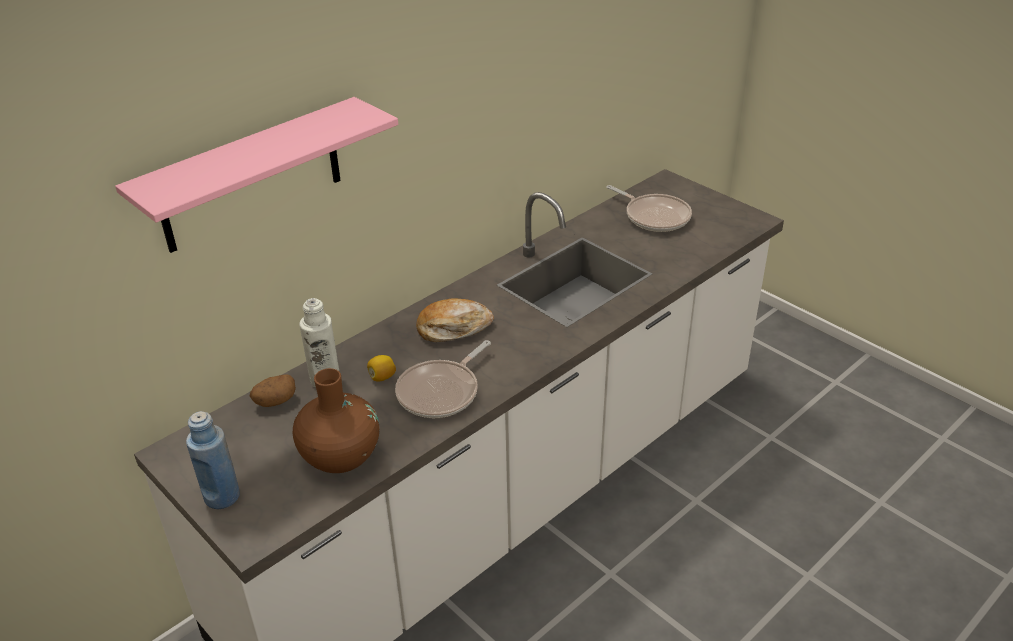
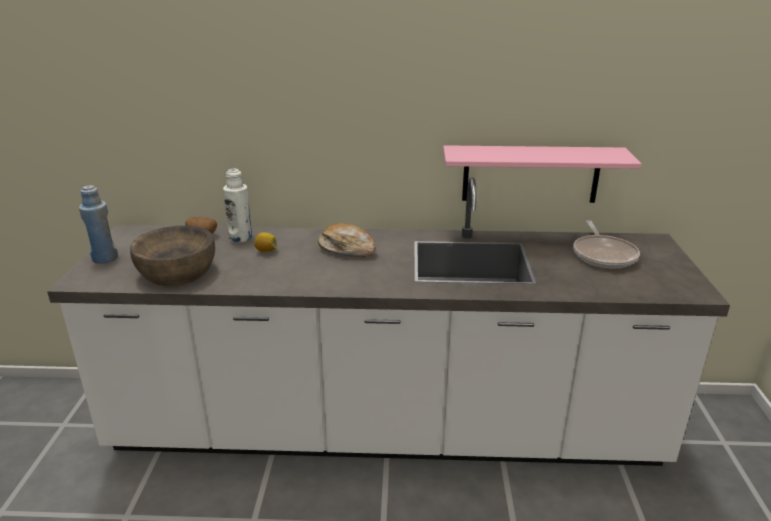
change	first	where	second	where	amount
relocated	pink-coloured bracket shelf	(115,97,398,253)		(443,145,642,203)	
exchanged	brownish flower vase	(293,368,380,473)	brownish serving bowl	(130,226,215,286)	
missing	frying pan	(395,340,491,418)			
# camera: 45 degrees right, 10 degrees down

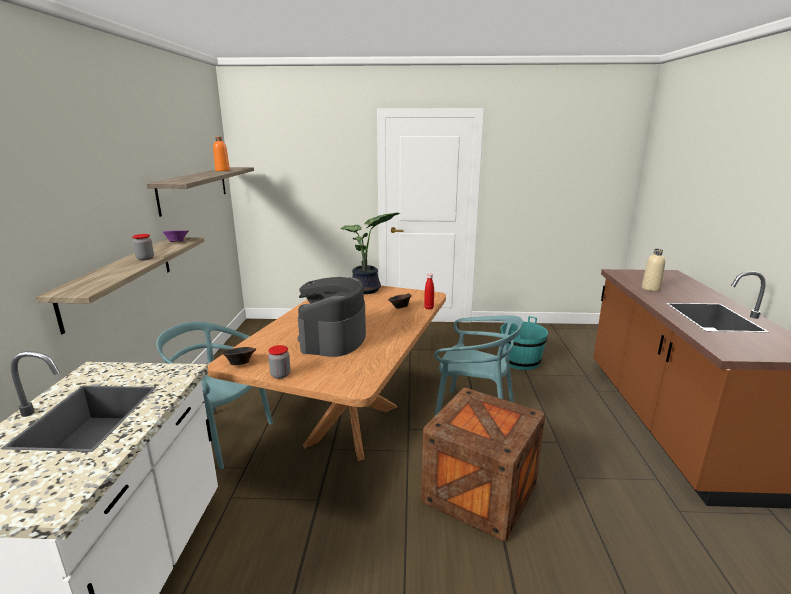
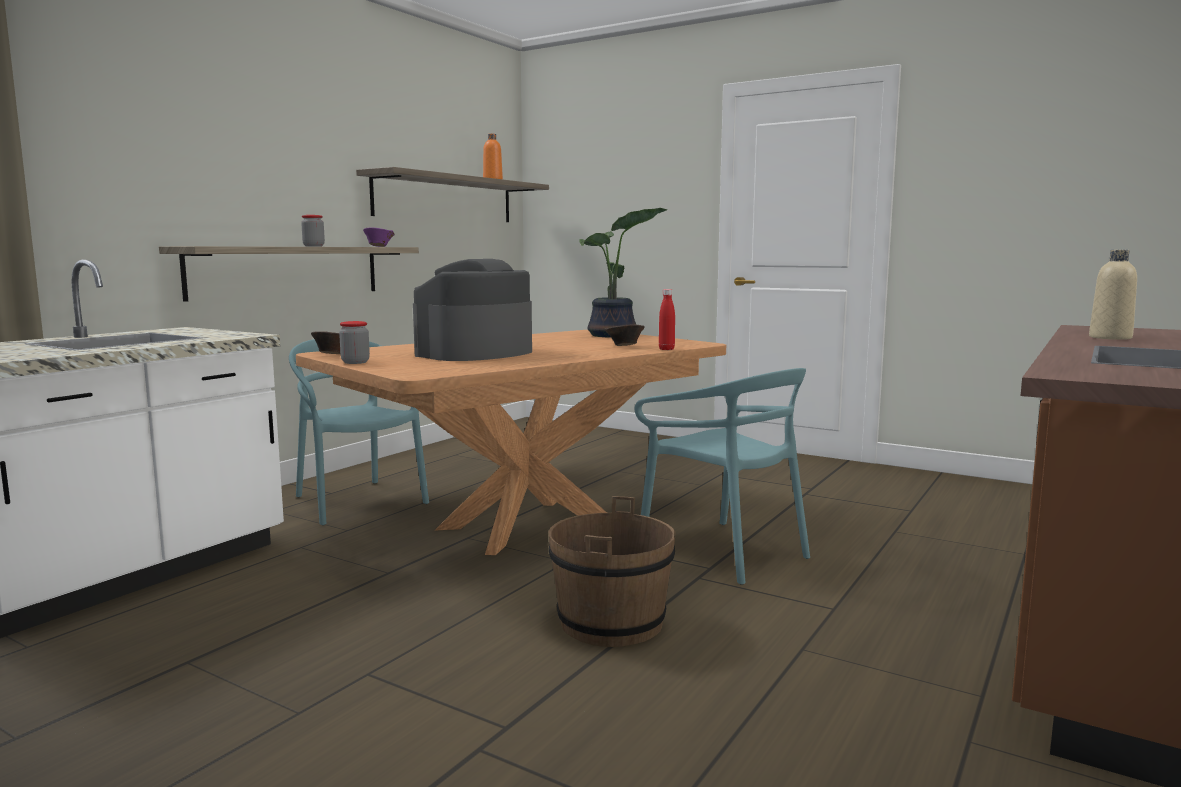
change	first	where	second	where	amount
exchanged	packing crate	(421,388,545,542)	brownish water bucket	(549,496,675,647)	
missing	blue-green water bucket	(500,316,548,370)			
# camera: 30 degrees right, 10 degrees down

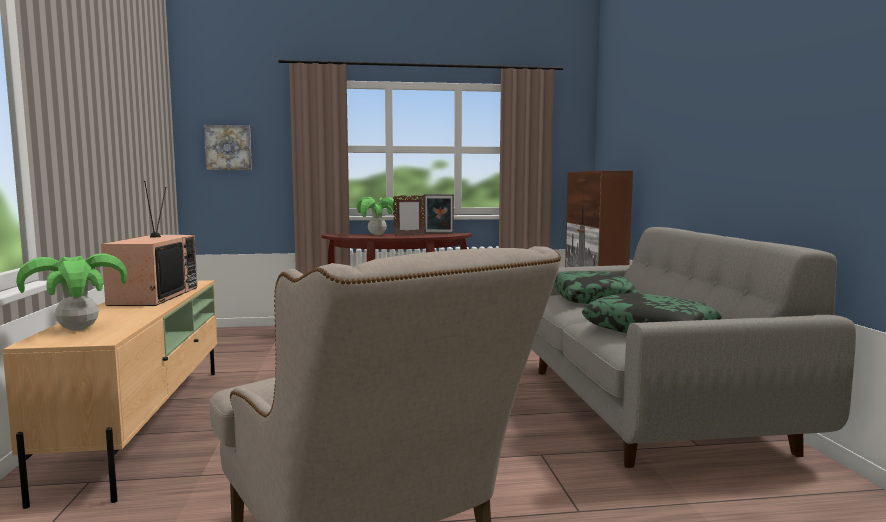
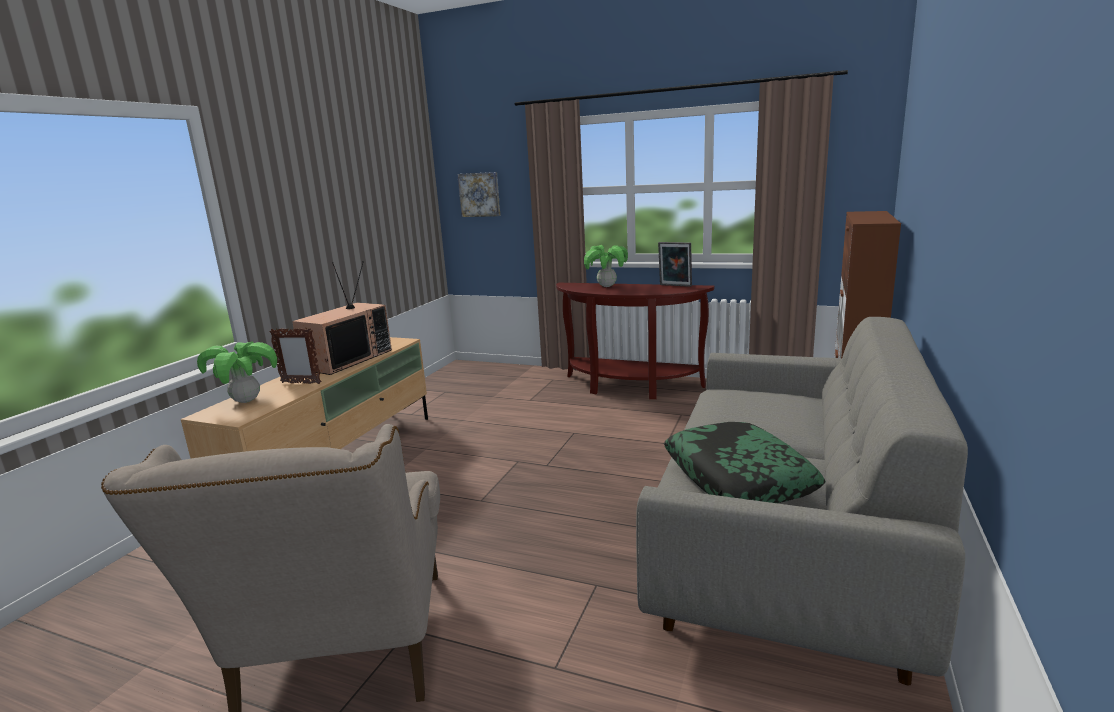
change	first	where	second	where	amount
relocated	standing frame	(392,195,425,236)		(269,328,322,384)	
missing	cushion	(554,271,638,304)			
# camera: 30 degrees right, 10 degrees up

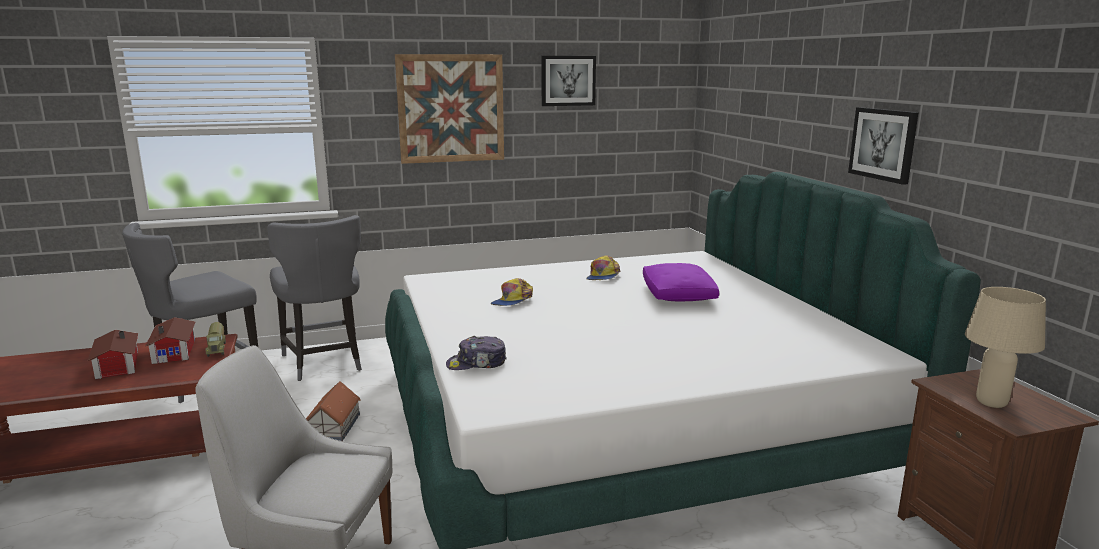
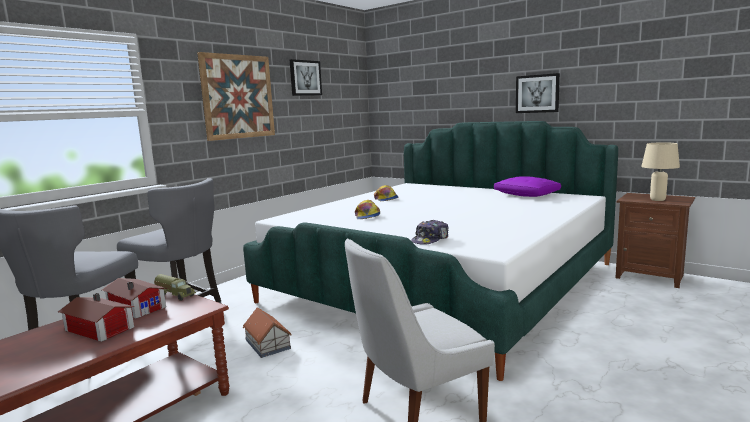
change	first	where	second	where	amount
relocated	purplish cushion	(643,263,719,302)		(494,176,561,197)	
# camera: 35 degrees left, 5 degrees down

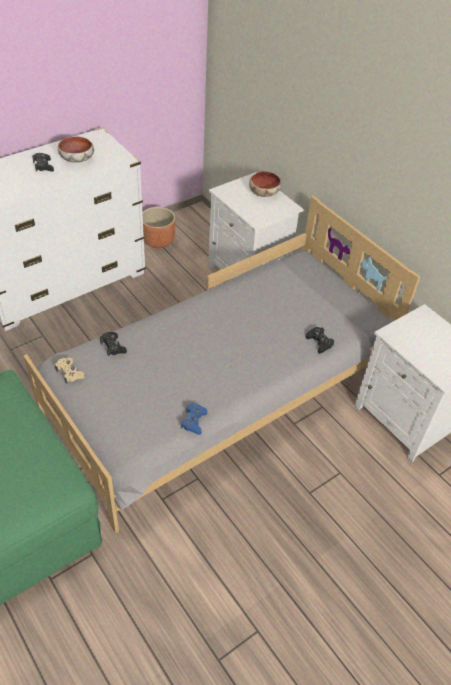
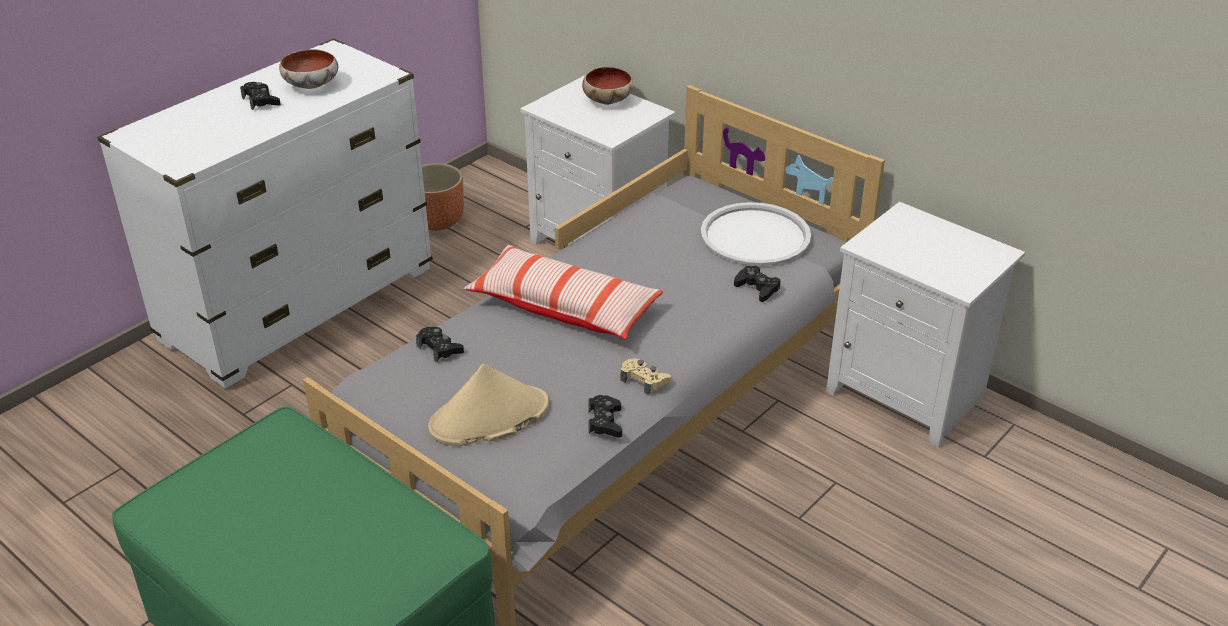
change	first	where	second	where	amount
relocated	sand-coloured gamepad	(55,357,85,384)		(620,358,671,395)	
colour	blue gamepad	(181,404,207,435)	black-coloured gamepad	(588,395,622,438)	
appeared			sand-coloured clothing hat	(428,364,549,446)	
appeared			cushion	(463,245,663,339)	
appeared			whitish tray	(701,202,811,266)	
# camera: 10 degrees left, 10 degrees down

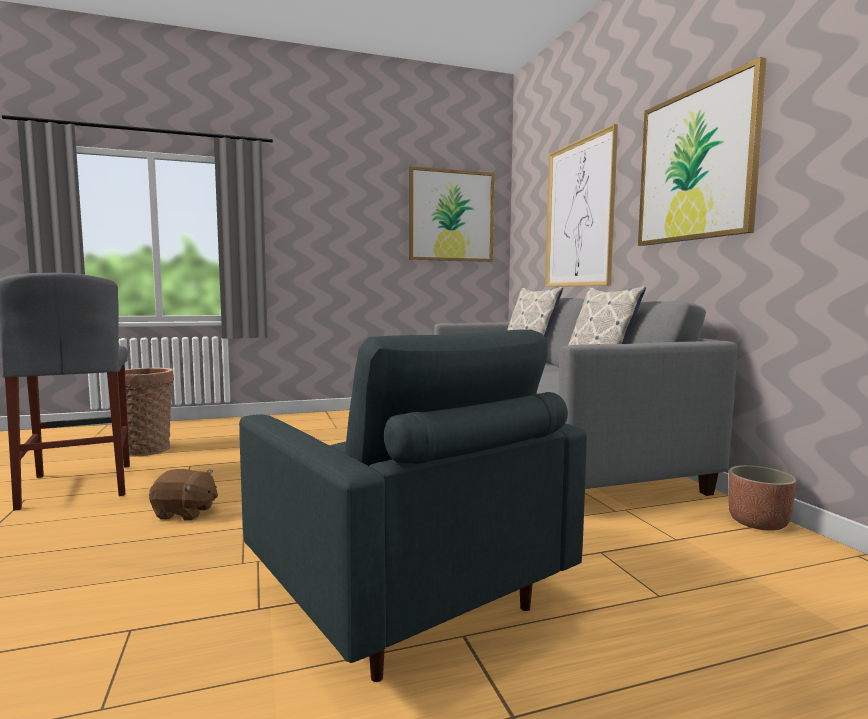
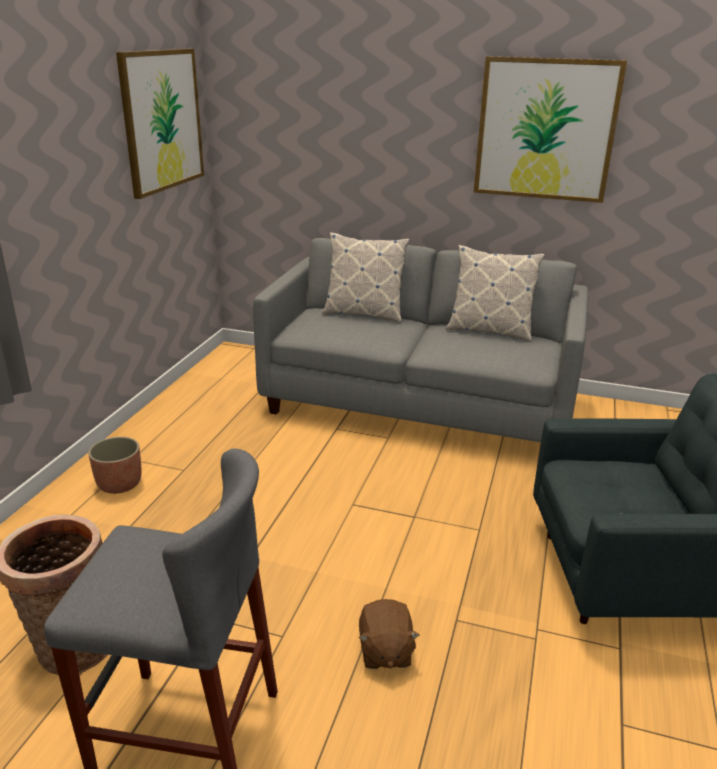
change	first	where	second	where	amount
spun	brownish soft toy	(149,469,218,520)		(359,599,420,669)	135 degrees clockwise
missing	wall picture	(545,124,618,287)			
relocated	planter	(728,465,796,531)		(88,437,141,494)	
# camera: 55 degrees left, 20 degrees up

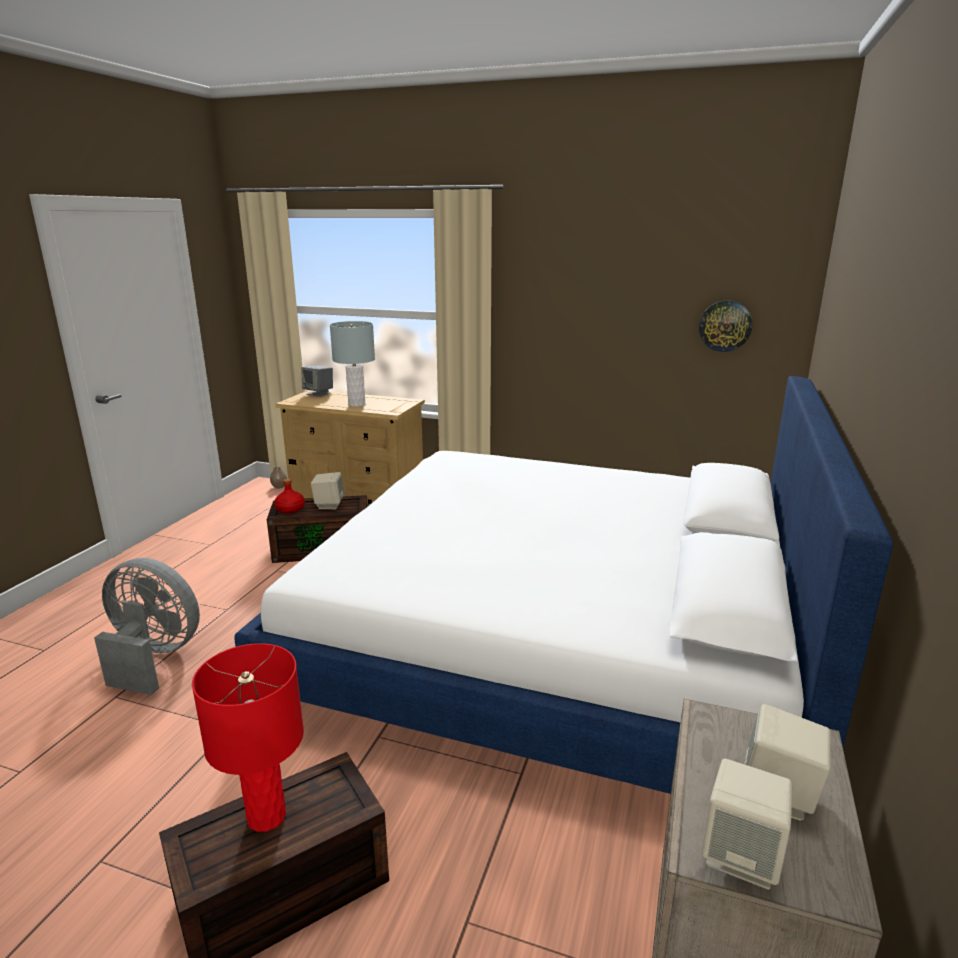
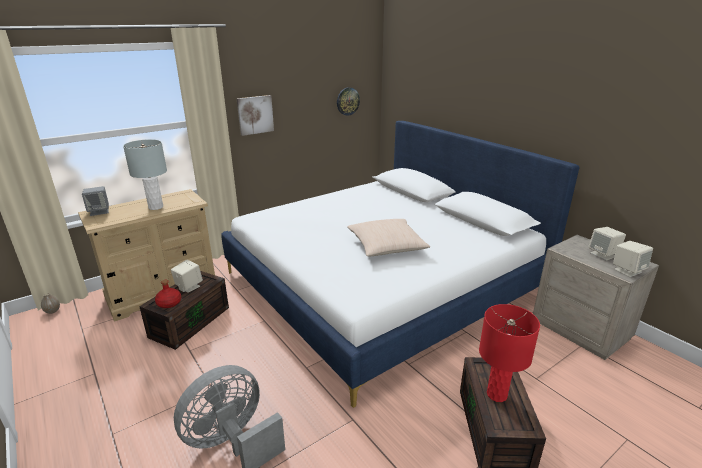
change	first	where	second	where	amount
appeared			wall picture	(237,95,274,136)	
appeared			sand-coloured cushion	(347,219,430,256)	
# camera: 55 degrees left, 5 degrees up

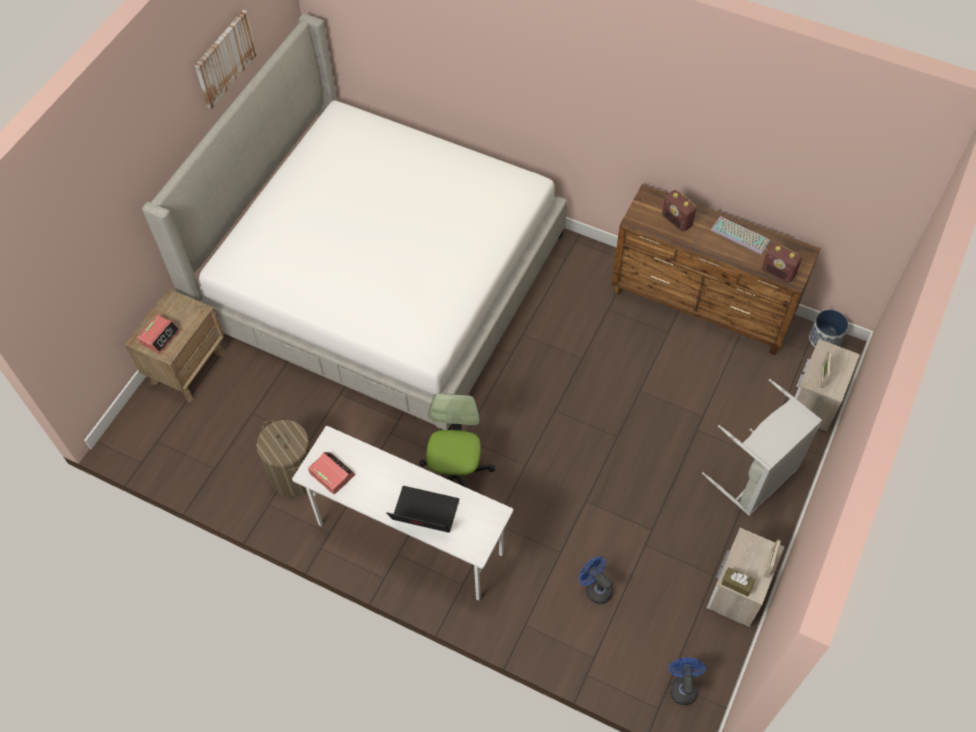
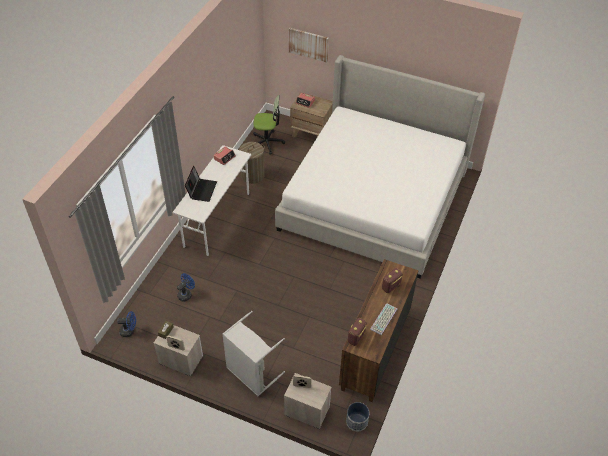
change	first	where	second	where	amount
relocated	wall picture	(195,10,257,109)		(289,28,329,62)	
relocated	desk chair	(419,393,495,488)		(253,95,285,154)	
# camera: 85 degrees right, 10 degrees down

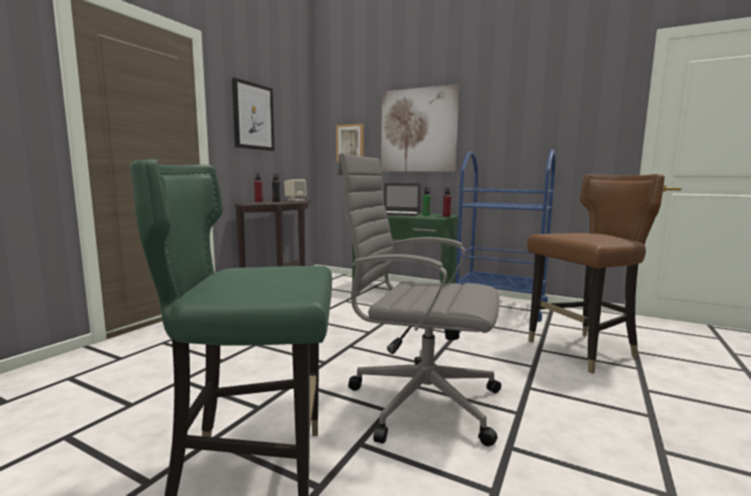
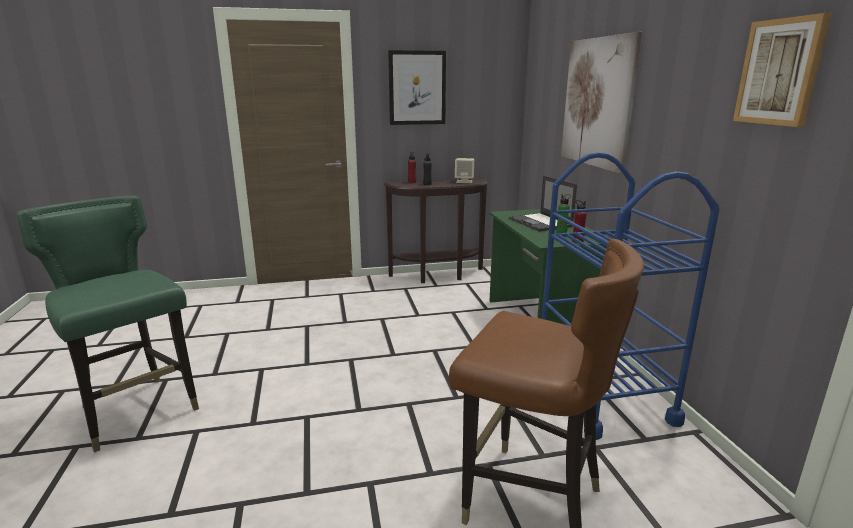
change	first	where	second	where	amount
relocated	wall picture	(336,124,364,163)		(733,13,831,127)	
missing	greyish desk chair	(337,153,501,446)			
# camera: 50 degrees right, 10 degrees up

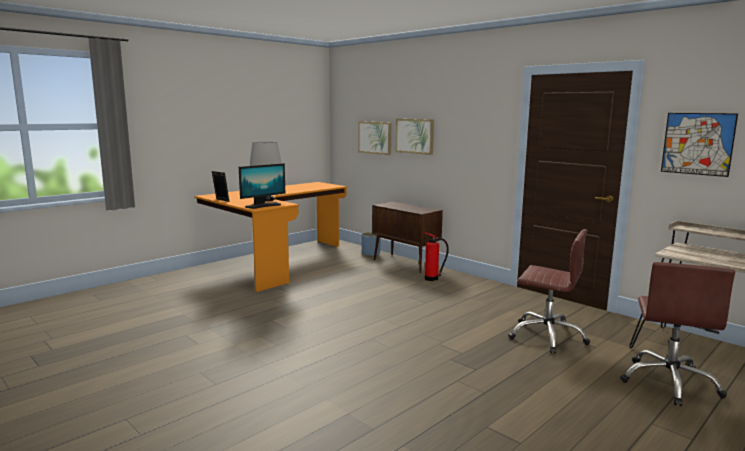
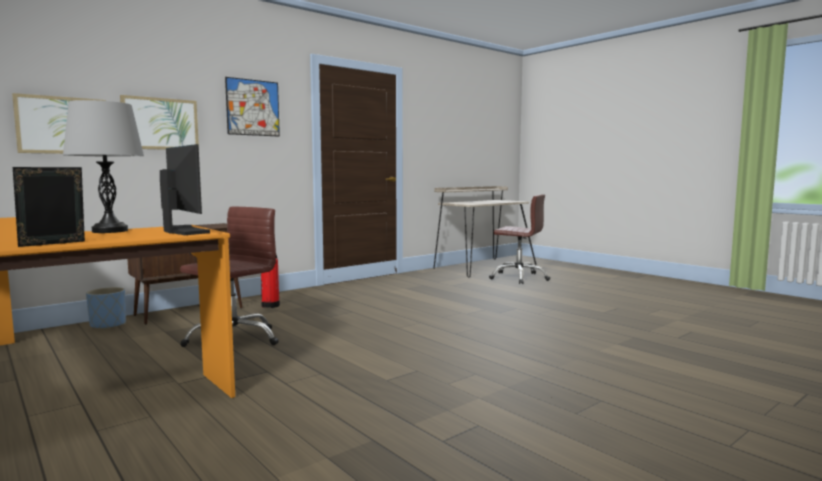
change	first	where	second	where	amount
relocated	brownish desk chair	(508,229,590,354)		(180,207,279,347)	
relocated	wall picture	(661,113,738,177)		(225,77,280,137)	
# camera: 85 degrees left, 5 degrees down

